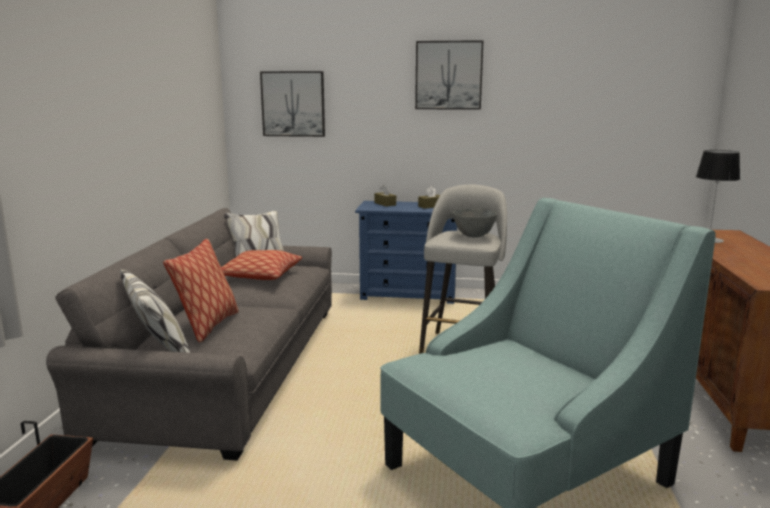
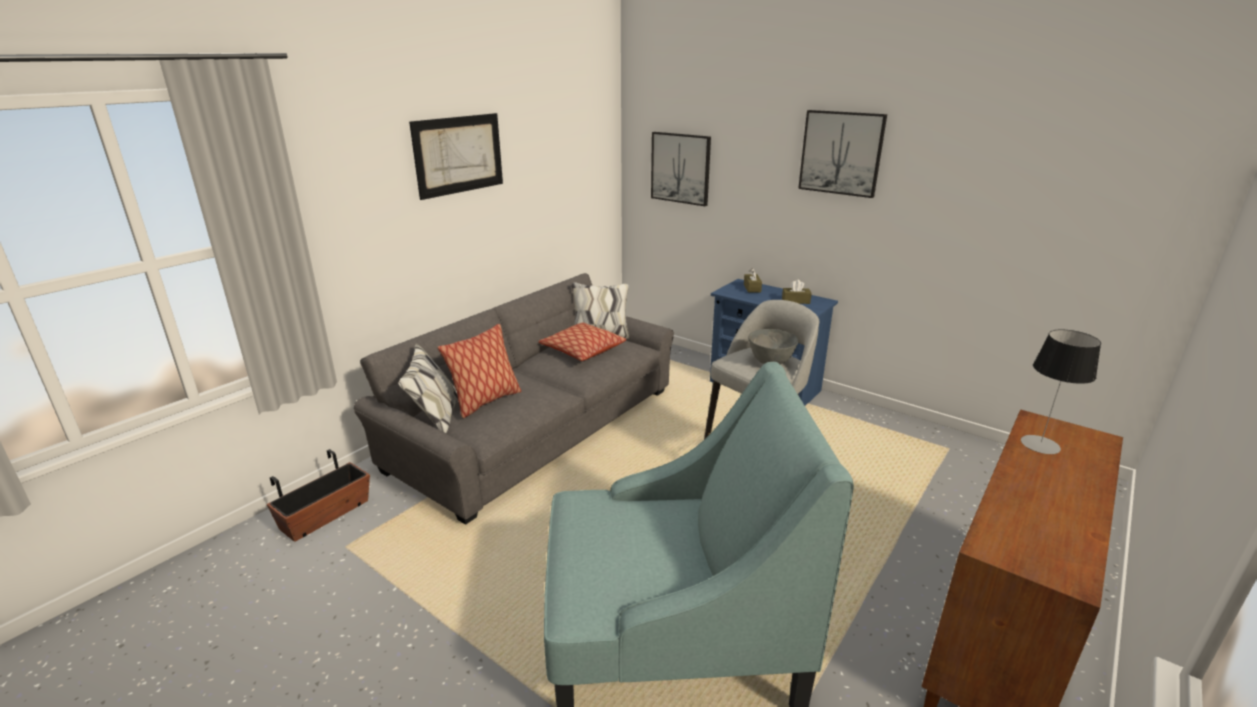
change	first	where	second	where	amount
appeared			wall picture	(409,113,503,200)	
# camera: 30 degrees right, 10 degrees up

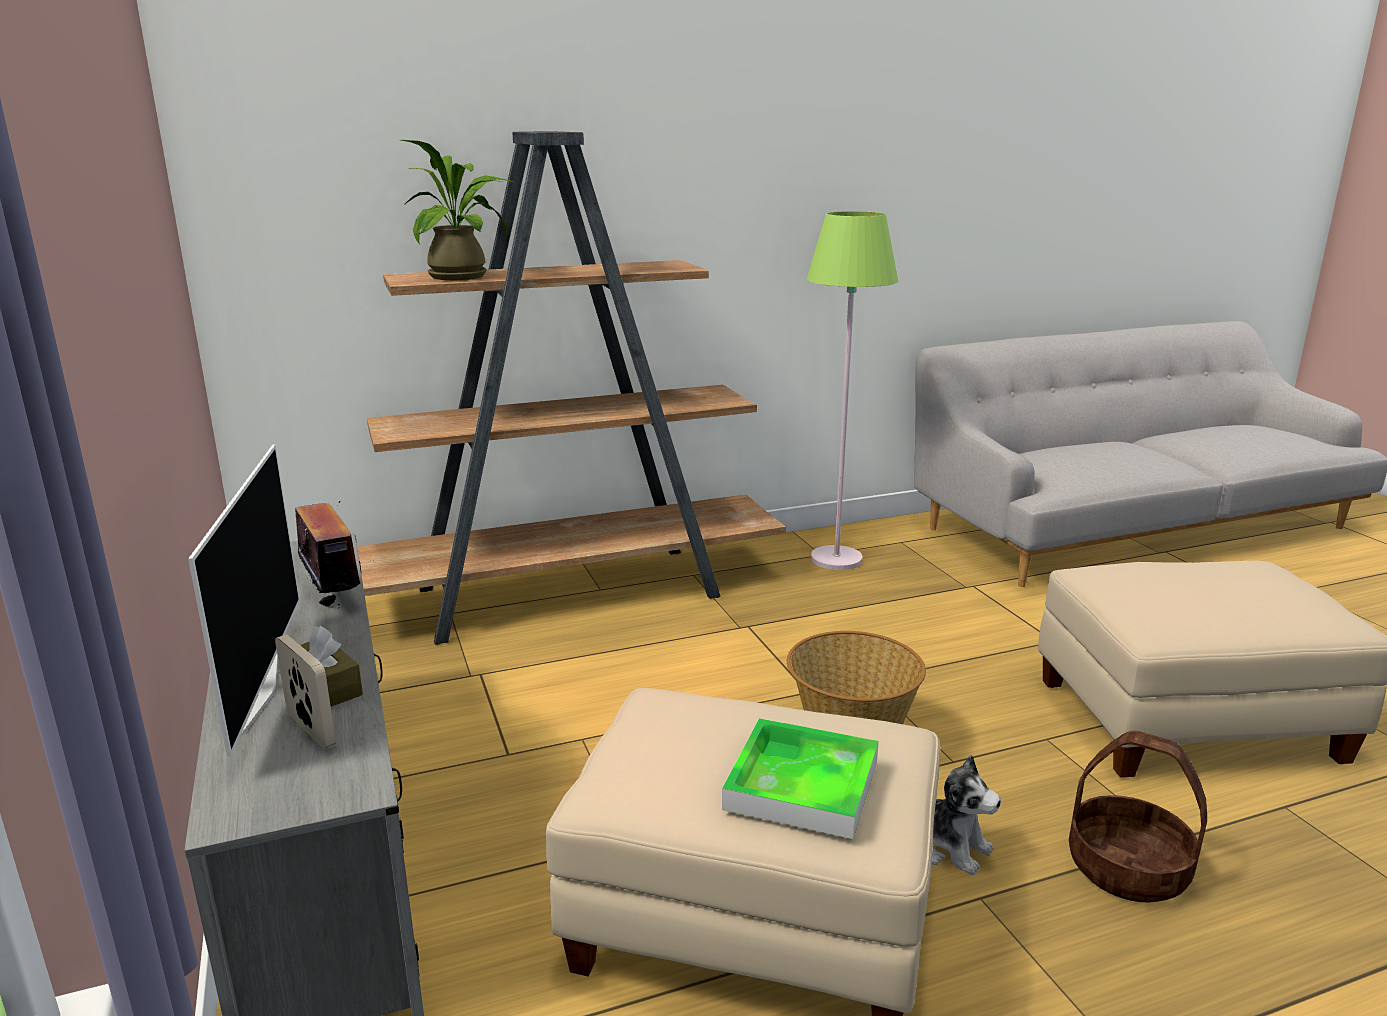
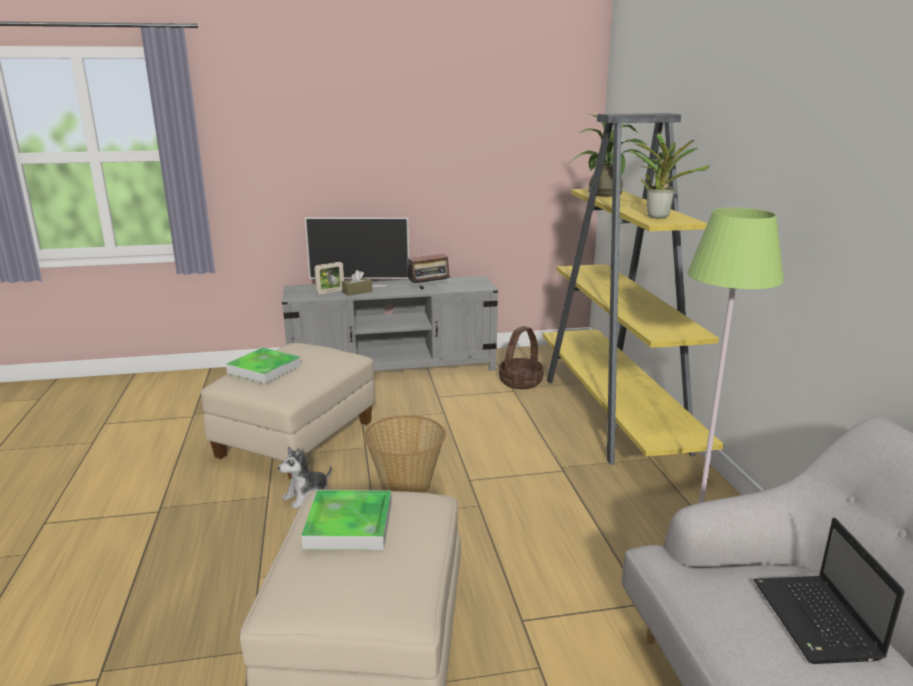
change	first	where	second	where	amount
colour	brownish bookshelf	(357,131,786,645)	yellow-coloured bookshelf	(543,113,724,465)	
relocated	storage basket	(1069,731,1207,903)		(499,326,544,389)	
appeared			tray	(301,490,392,550)	
appeared			houseplant	(630,134,710,218)	
appeared			laptop	(753,518,905,664)	
# camera: 100 degrees right, 0 degrees up

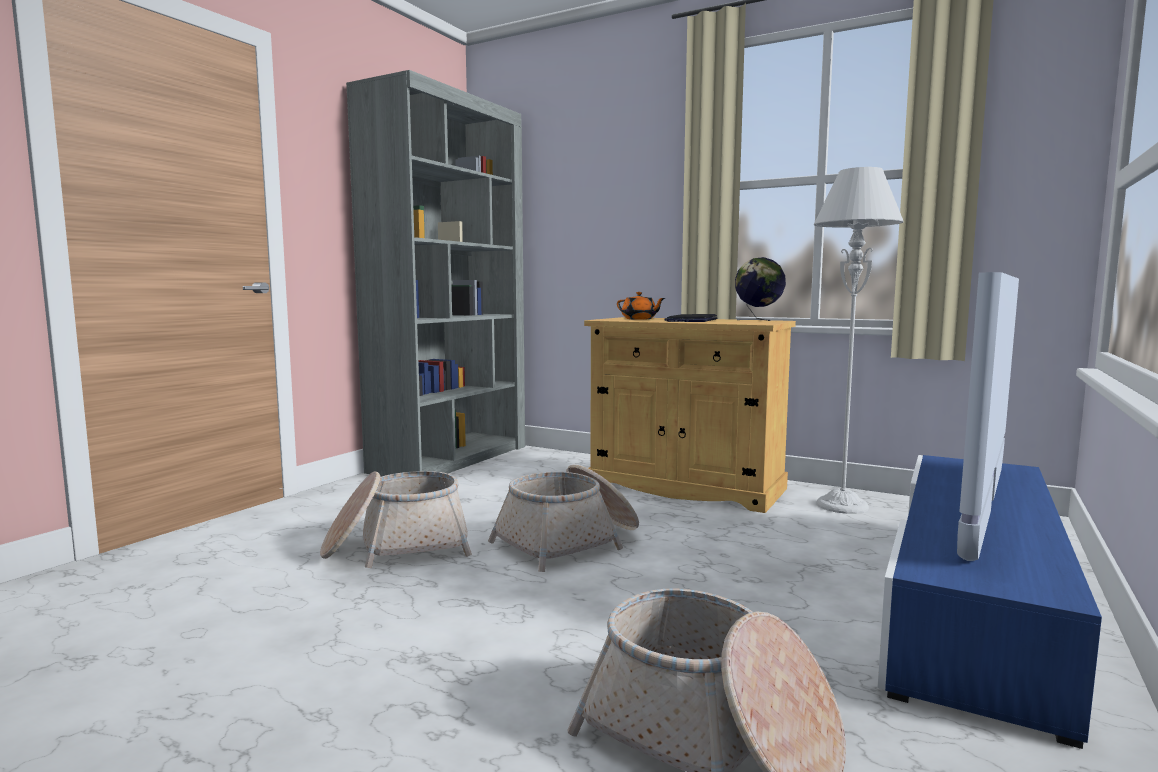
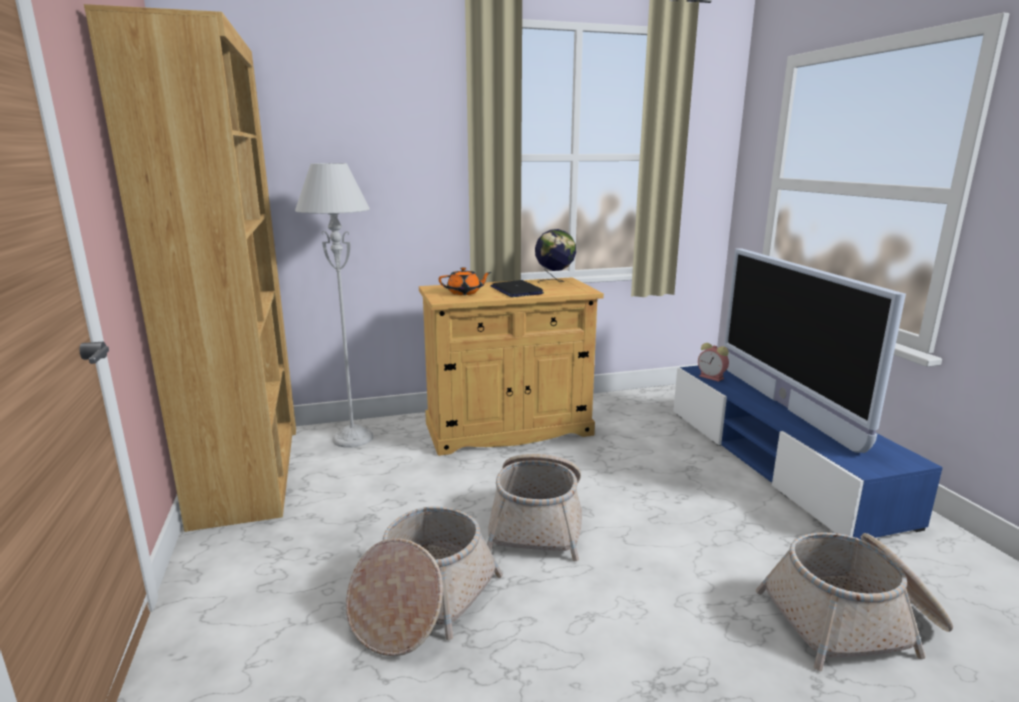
change	first	where	second	where	amount
colour	greyish bookshelf	(346,70,525,476)	brownish bookshelf	(84,4,296,532)	
relocated	greyish standard lamp	(814,167,904,514)		(295,163,373,448)	
appeared			bedside clock	(698,343,729,382)	
# camera: 45 degrees left, 10 degrees up

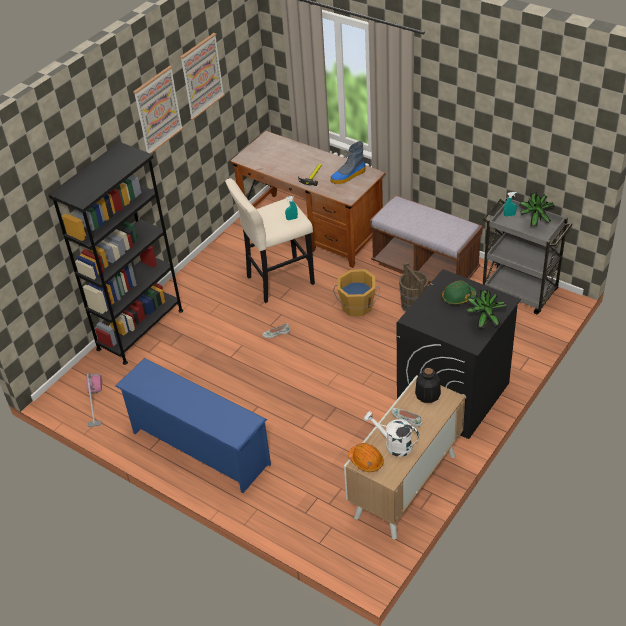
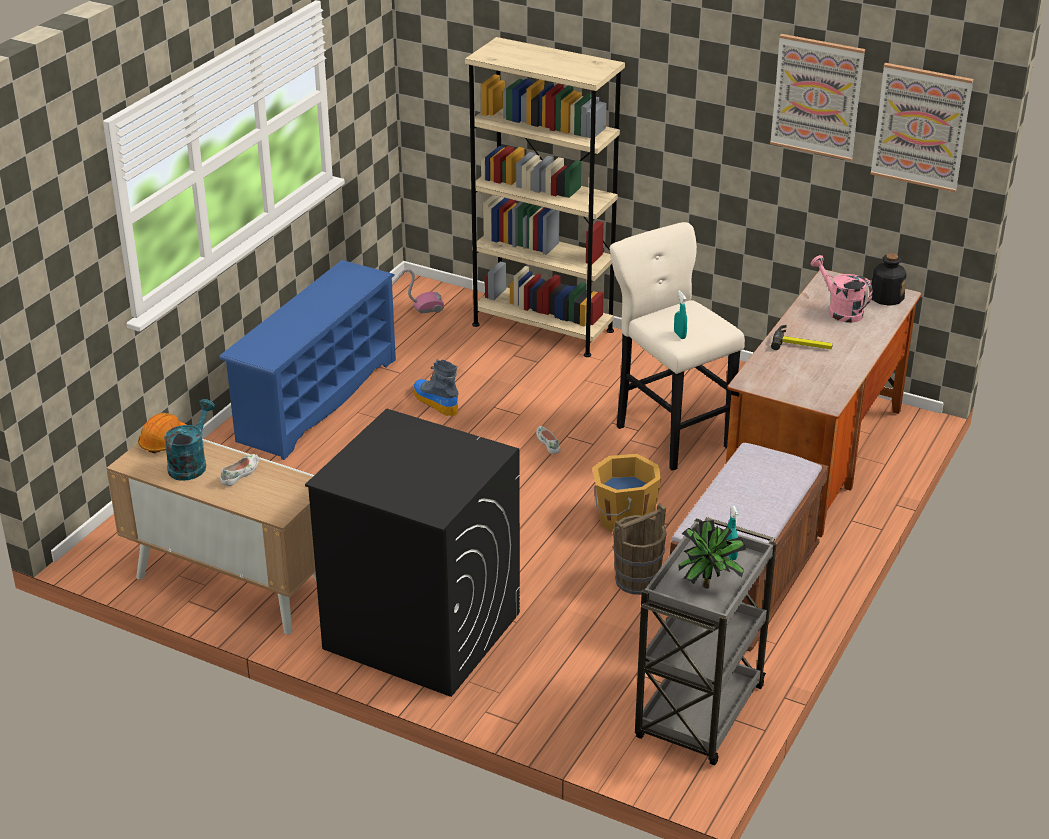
change	first	where	second	where	amount
colour	black-coloured bookshelf	(49,142,183,365)	sand-coloured bookshelf	(465,37,625,357)	
relocated	wall picture	(133,66,183,154)		(870,63,974,192)	
relocated	high-top boot	(330,141,366,184)		(413,359,459,416)	
colour	whitish watering pot	(364,411,419,457)	blue-green watering pot	(164,399,215,481)	
relocated	bottle	(415,368,441,403)		(871,253,906,306)	
missing	green-coloured hard hat	(442,280,477,305)			
missing	houseplant	(466,290,507,328)			
appeared			pink-coloured watering pot	(811,255,873,323)	
# camera: 80 degrees right, 10 degrees down

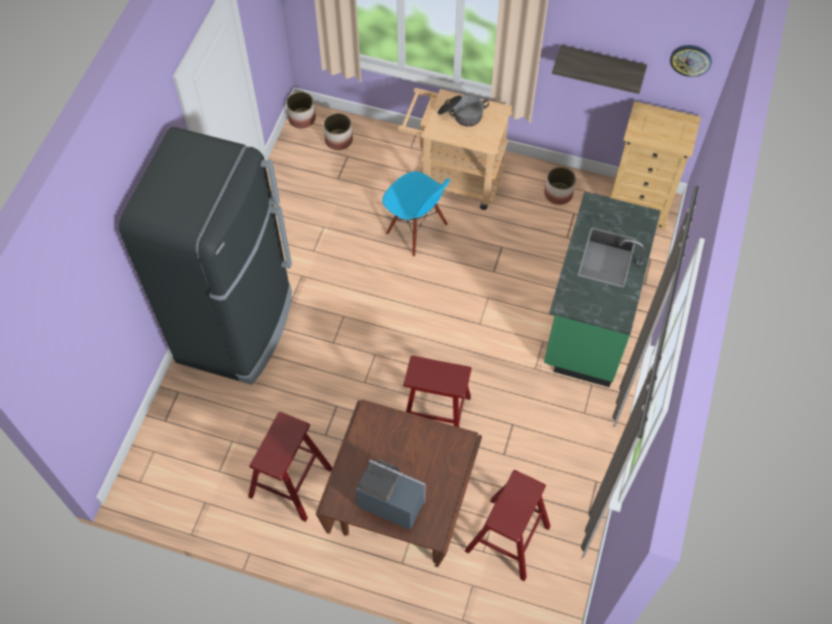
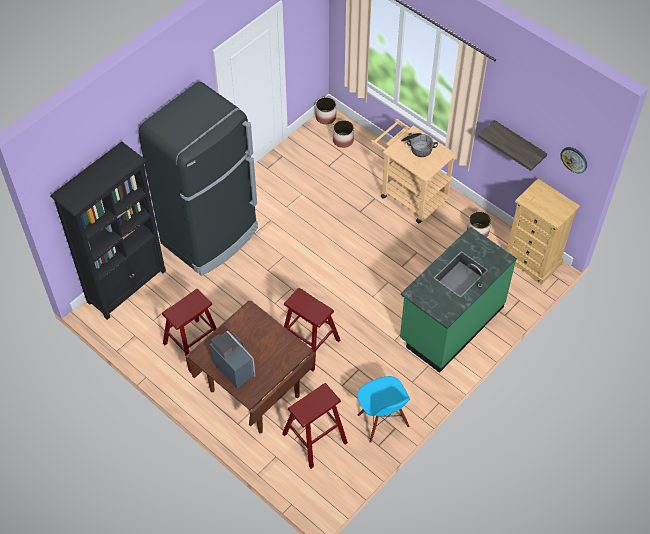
change	first	where	second	where	amount
relocated	blue plain chair	(382,171,450,257)		(357,376,410,443)	
appeared			black-coloured bookshelf	(50,142,166,320)	
# camera: 25 degrees right, 5 degrees down

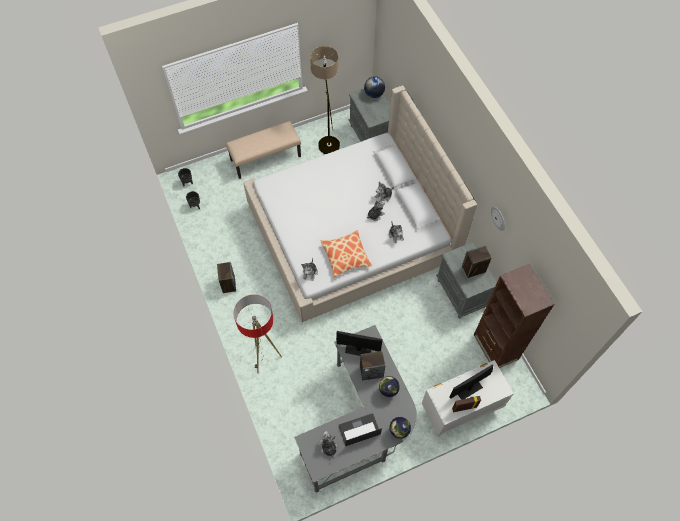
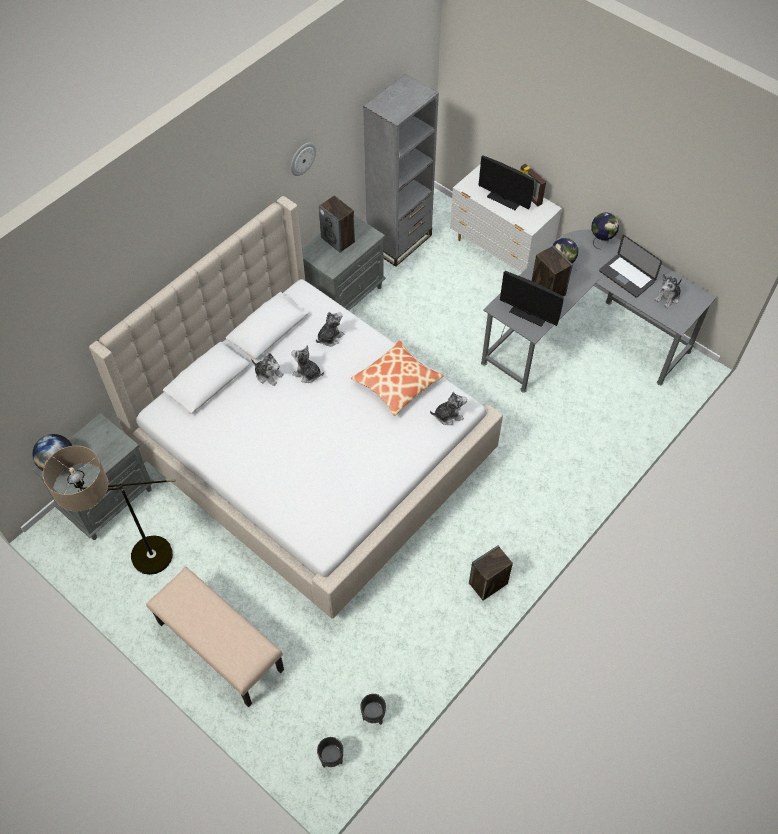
change	first	where	second	where	amount
missing	standard lamp	(233,295,282,373)			
spun	computer display	(336,331,383,356)		(500,271,564,327)	45 degrees counterclockwise
colour	brownish bookshelf	(474,264,555,368)	greyish bookshelf	(363,74,439,267)	
# camera: 115 degrees left, 5 degrees down

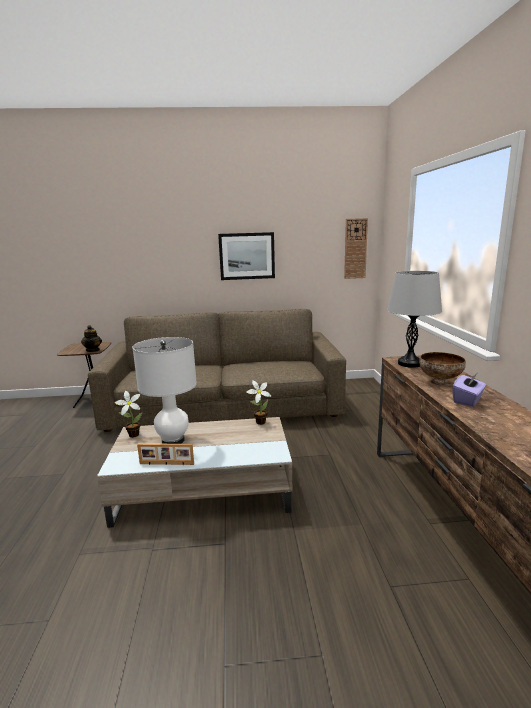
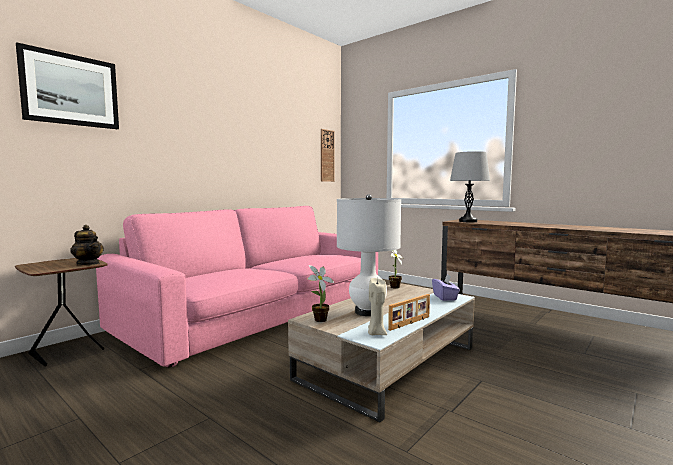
change	first	where	second	where	amount
colour	brownish sofa	(88,309,346,432)	pink-coloured sofa	(96,206,378,367)	
relocated	wall picture	(218,232,275,280)		(16,42,119,129)	
missing	serving bowl	(419,352,466,386)			
relocated	purplish box of tissues	(452,373,486,407)		(432,274,460,301)	
appeared			sand-coloured wax candle	(368,278,387,335)	
# camera: 45 degrees left, 10 degrees down

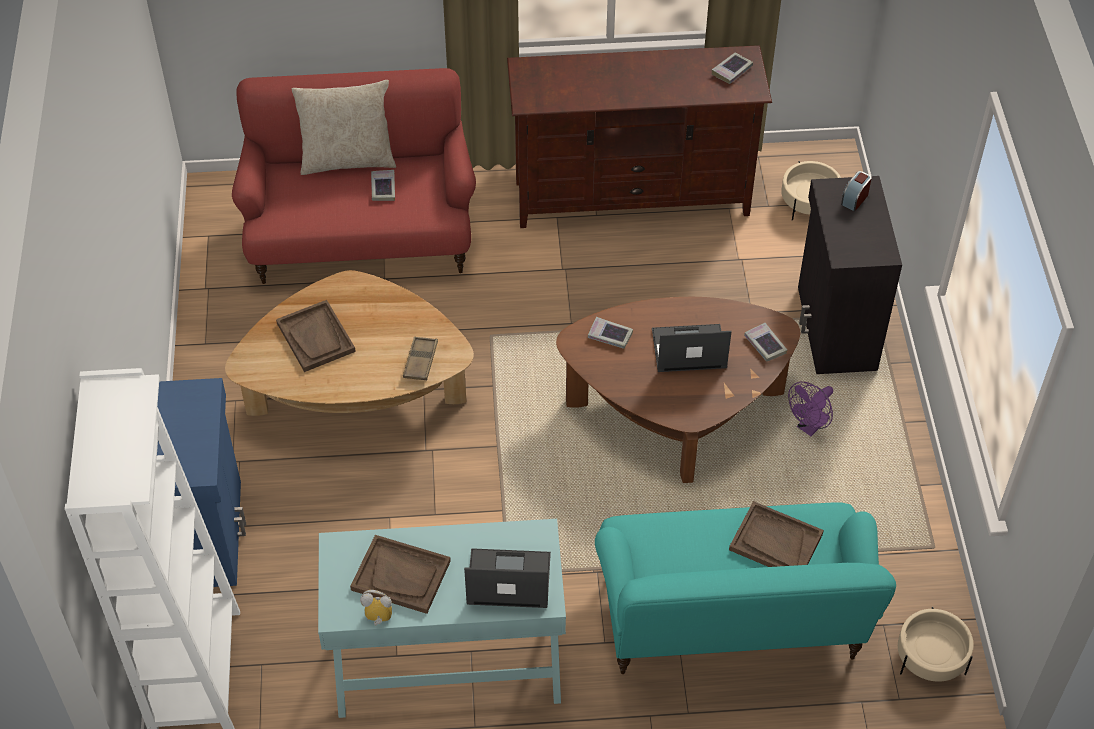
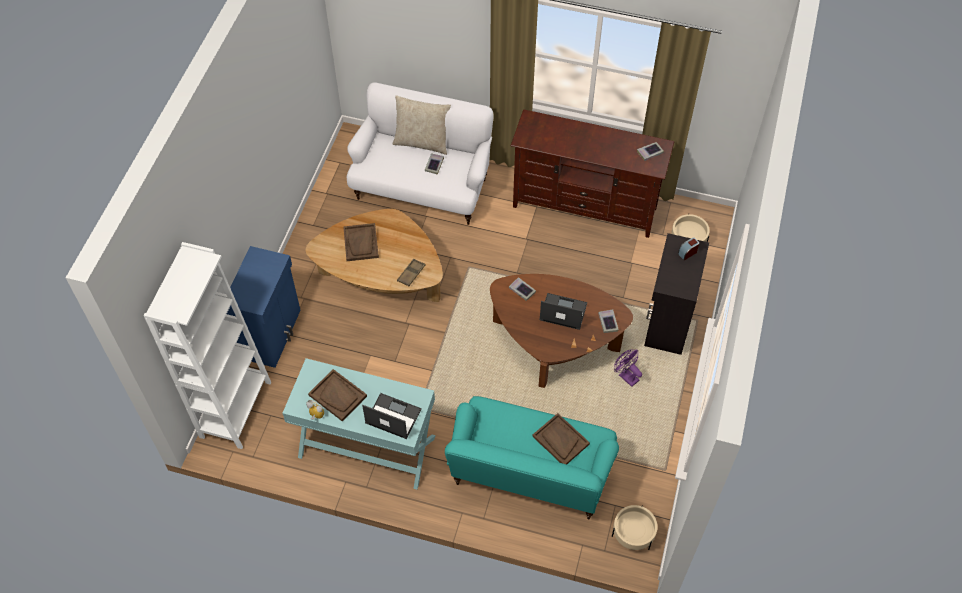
change	first	where	second	where	amount
colour	red sofa	(232,68,476,284)	whitish sofa	(347,82,493,225)	
spun	purplish fan	(788,382,833,436)		(614,349,642,387)	75 degrees clockwise
# camera: 20 degrees right, 5 degrees up

